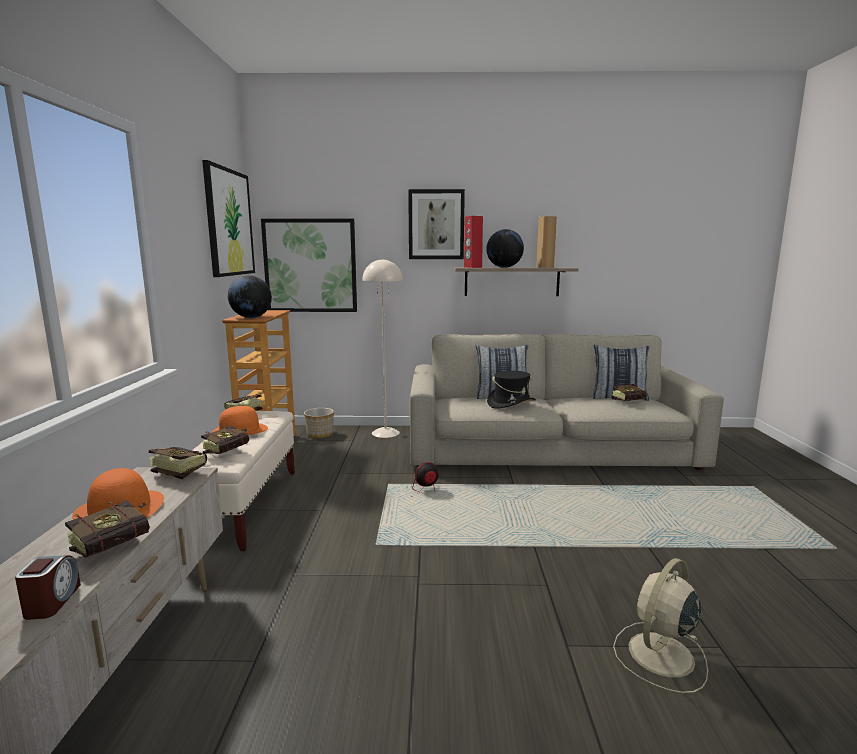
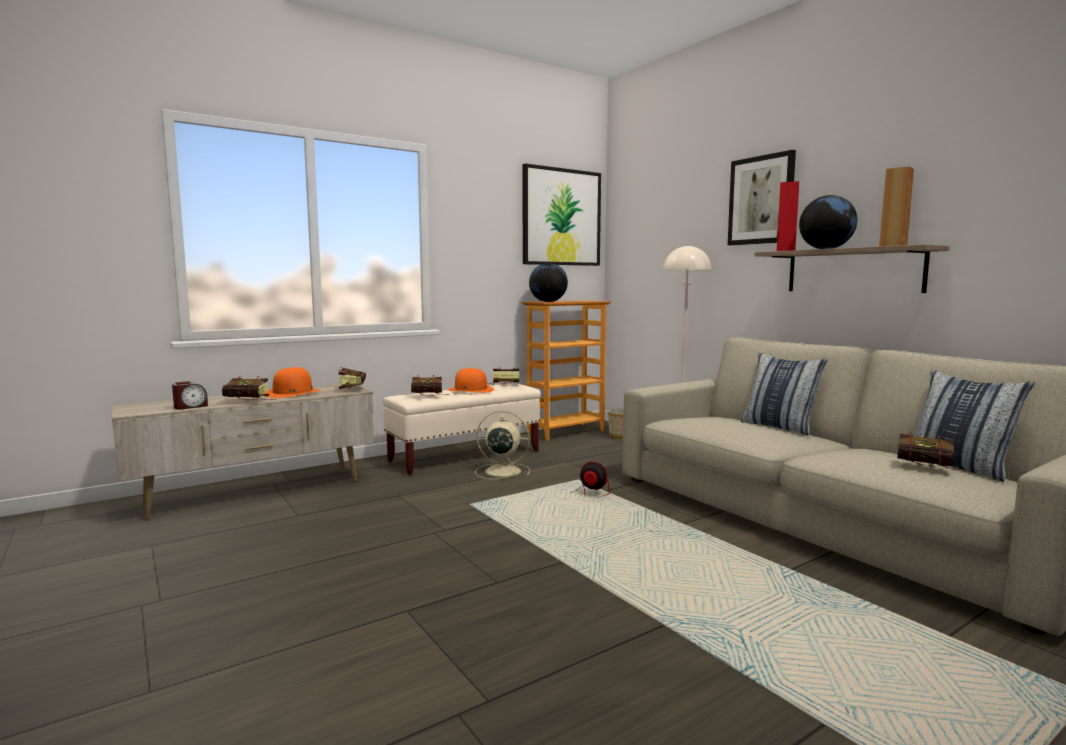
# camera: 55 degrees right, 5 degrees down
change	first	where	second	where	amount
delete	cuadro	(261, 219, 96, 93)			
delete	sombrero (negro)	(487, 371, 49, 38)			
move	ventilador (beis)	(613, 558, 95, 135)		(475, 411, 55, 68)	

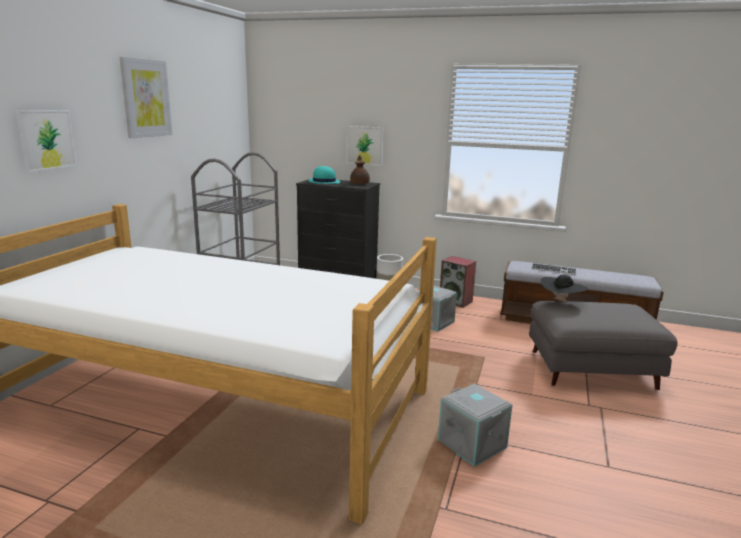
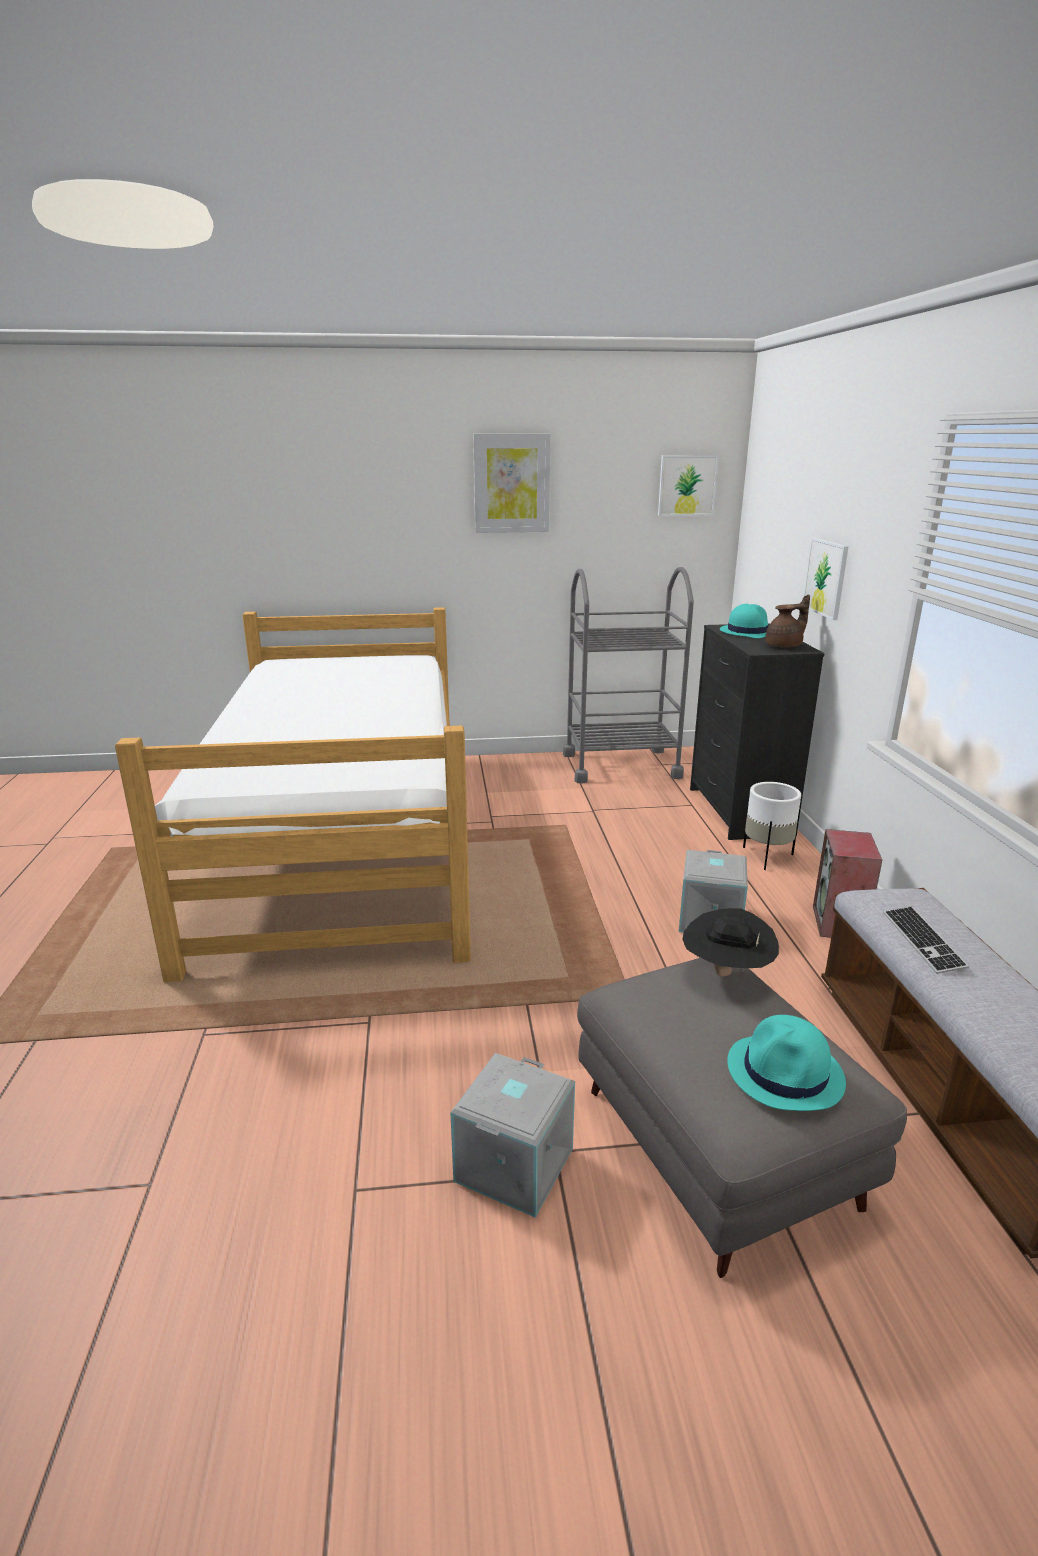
# camera: 65 degrees right, 5 degrees up
change	first	where	second	where	amount
move	cuadro	(15, 110, 62, 62)		(658, 455, 61, 61)	
move	caja de almacenaje (gris)	(438, 384, 74, 83)		(450, 1053, 125, 165)	
insert			sombrero (turquesa)	(727, 1015, 119, 96)	

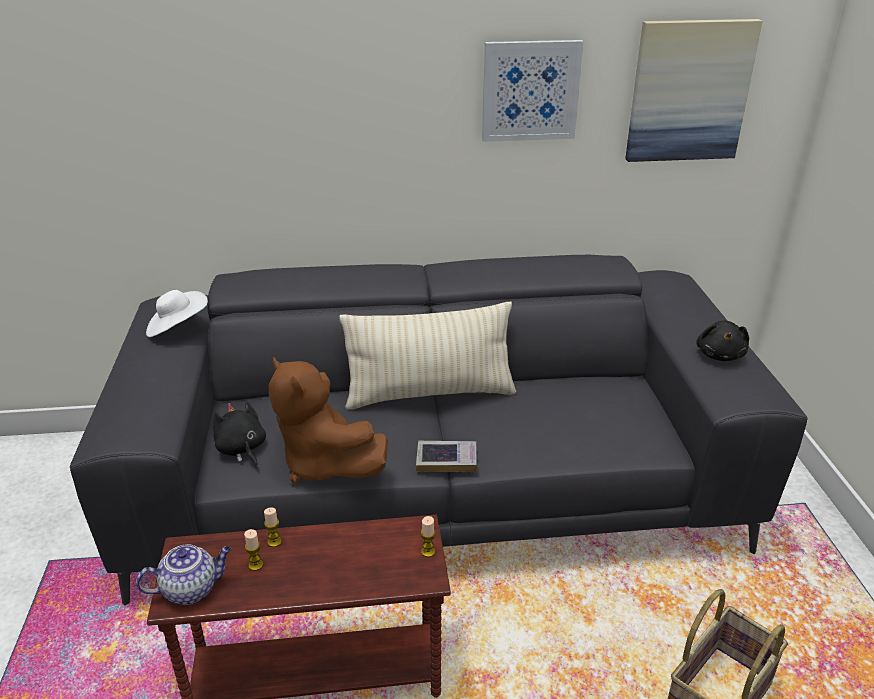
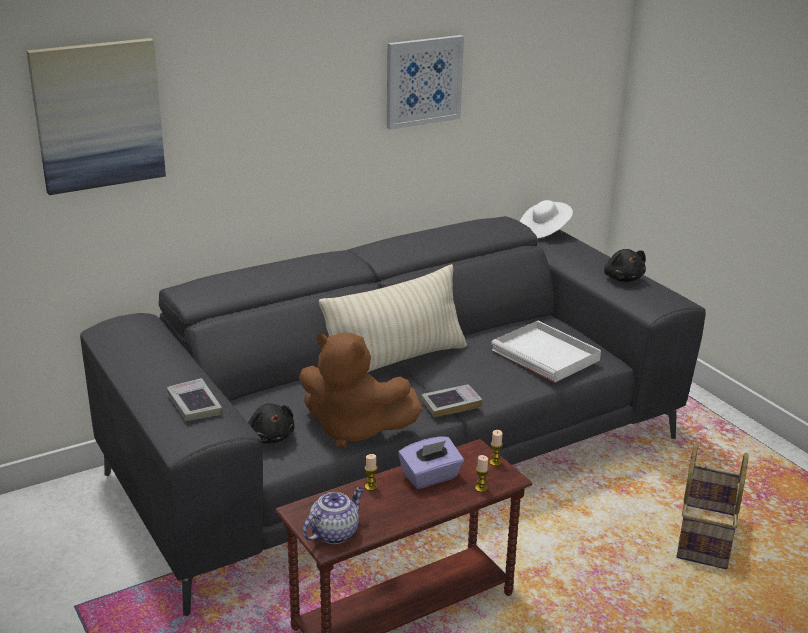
# camera: 25 degrees left, 5 degrees down
change	first	where	second	where	amount
move	cuadro	(625, 19, 138, 143)		(26, 38, 140, 157)	
move	sombrero (blanco)	(146, 290, 62, 47)		(519, 200, 54, 38)	
rotate	peluche (negro)	(213, 401, 53, 67)		(248, 403, 47, 40)	150 degrees counterclockwise
move	vela	(244, 529, 19, 42)		(475, 455, 14, 37)	
insert			bandeja (blanco)	(491, 321, 110, 62)	
insert			libro	(167, 378, 55, 43)	
insert			caja de pañuelos (morado)	(398, 436, 66, 53)	

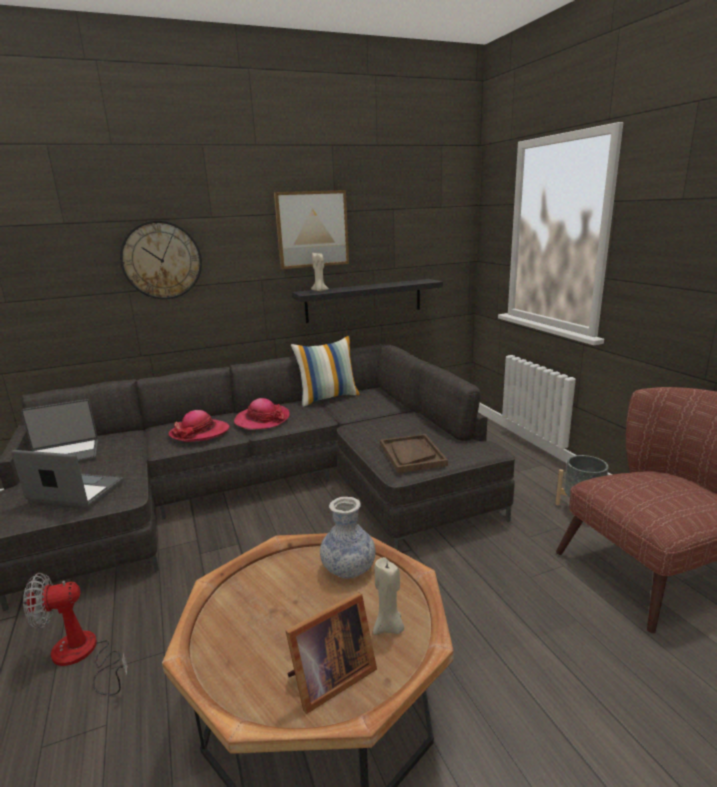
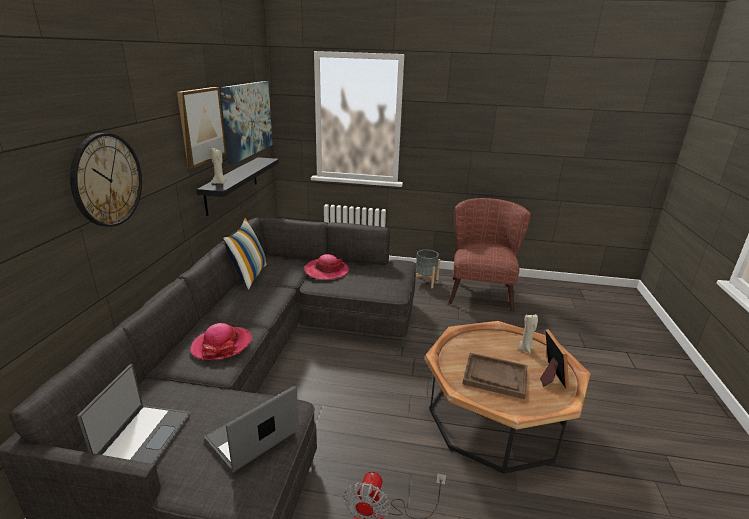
# camera: 60 degrees left, 5 degrees up
change	first	where	second	where	amount
move	sombrero	(234, 398, 56, 32)		(305, 254, 44, 26)	
move	bandeja (marrón)	(380, 434, 68, 39)		(463, 353, 64, 46)	
delete	florero	(320, 497, 56, 82)			
insert			cuadro	(220, 81, 53, 84)	

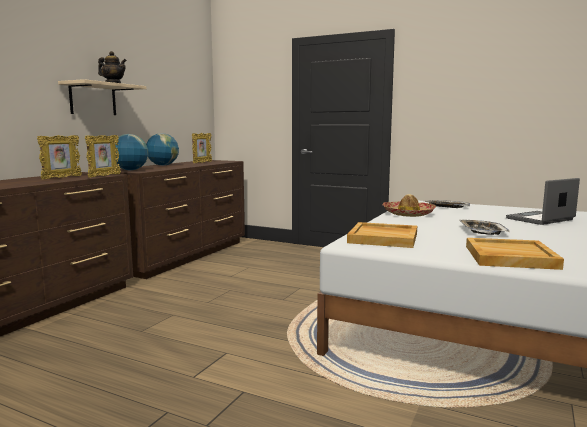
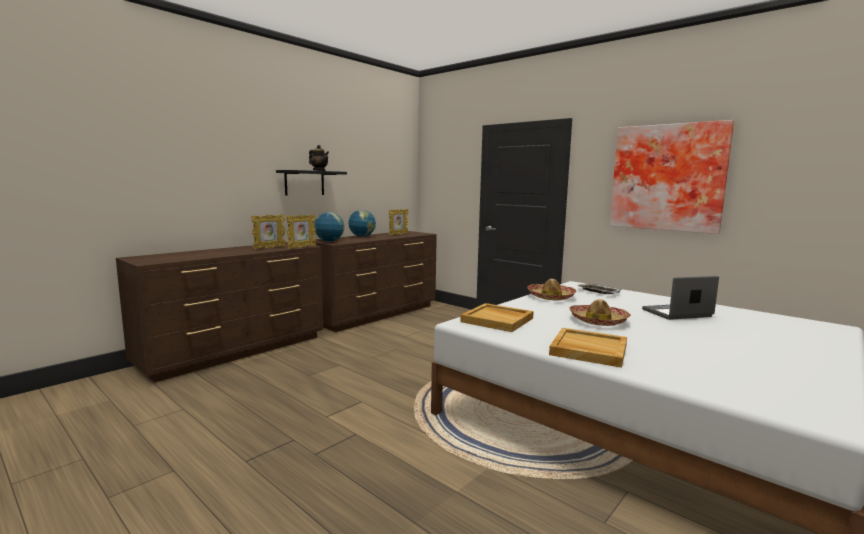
# camera: 15 degrees right, 0 degrees up
change	first	where	second	where	amount
recolor	estante (beis)	(58, 79, 88, 36)	estante (negro)	(276, 170, 71, 25)	
replace	bandeja	(459, 220, 51, 15)	sombrero	(570, 299, 61, 27)	
insert			cuadro	(610, 120, 124, 114)	

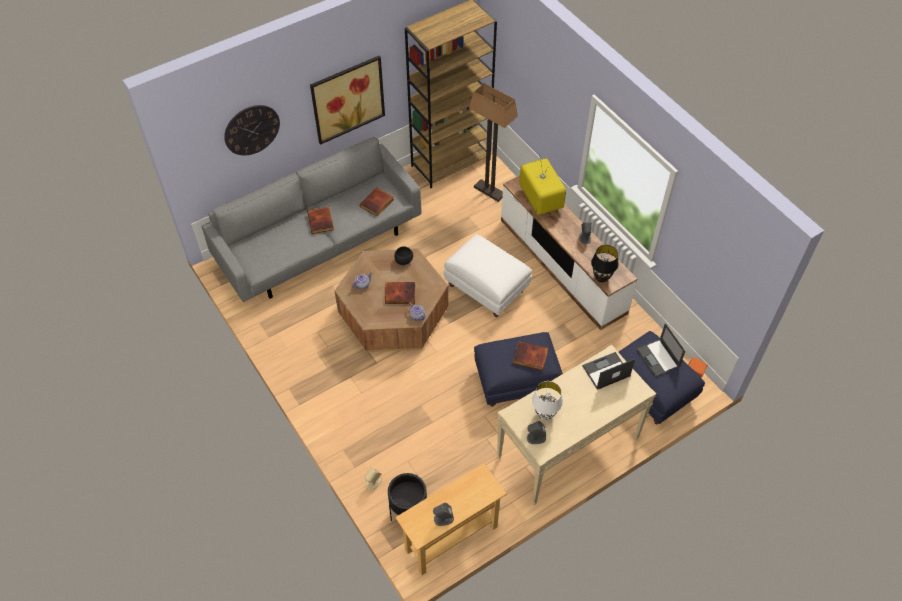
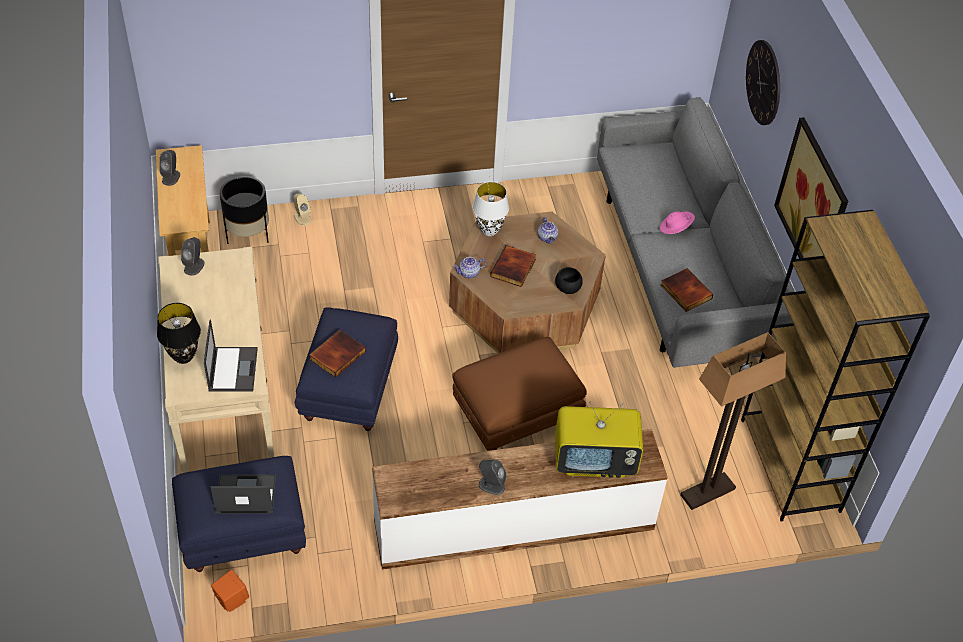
# camera: 110 degrees right, 5 degrees down
change	first	where	second	where	amount
replace	libro	(307, 207, 27, 27)	sombrero (rosa)	(660, 211, 35, 23)	
recolor	puf (blanco)	(444, 234, 88, 83)	puf (marrón)	(452, 337, 135, 114)	
move	lámpara de mesa (negro)	(591, 245, 28, 37)		(157, 303, 44, 61)	
move	lámpara de mesa (blanco)	(532, 381, 31, 39)		(472, 182, 37, 54)	

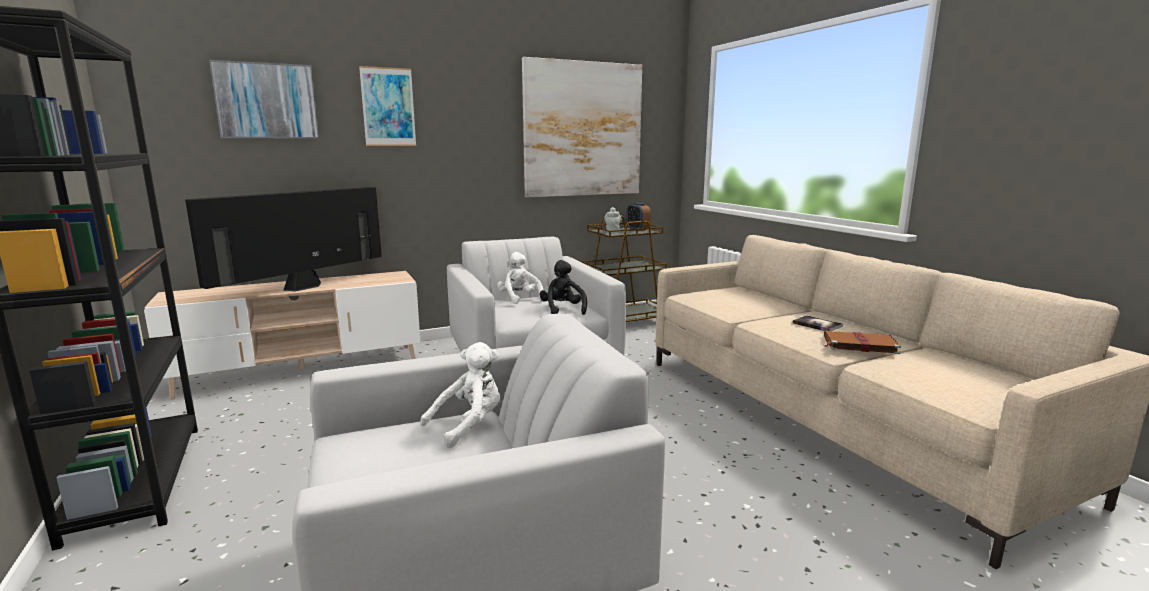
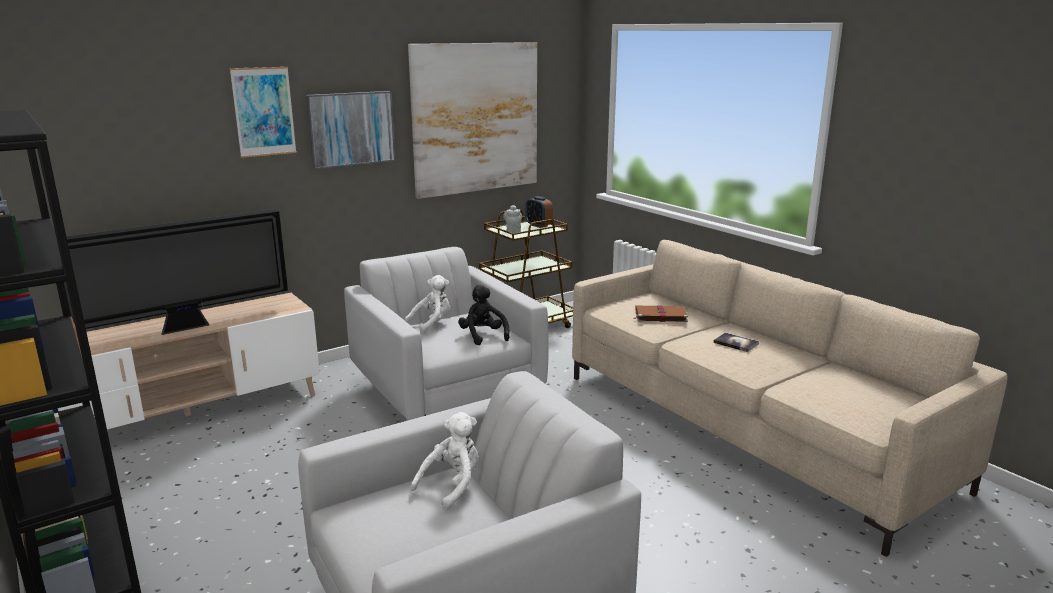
# camera: 10 degrees left, 5 degrees up
change	first	where	second	where	amount
move	cuadro	(209, 60, 110, 79)		(306, 91, 90, 78)	
rotate	televisor	(185, 187, 197, 105)		(64, 209, 224, 126)	150 degrees counterclockwise
rotate	peluche (blanco)	(497, 252, 46, 52)		(405, 275, 45, 59)	90 degrees clockwise
move	libro (marrón)	(824, 331, 77, 23)		(634, 305, 54, 17)	

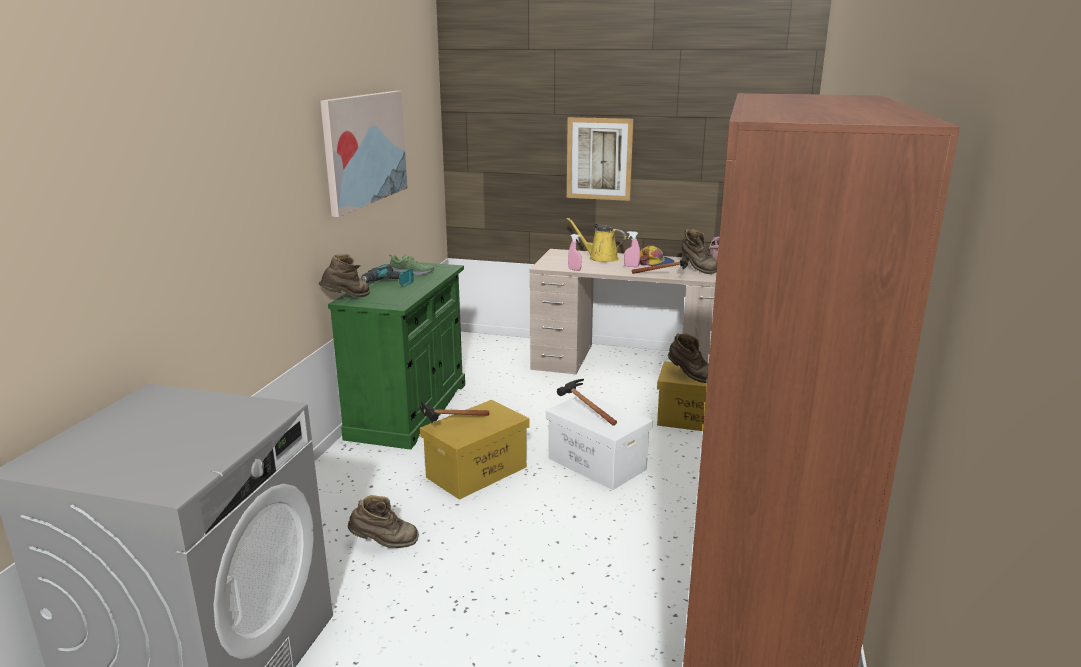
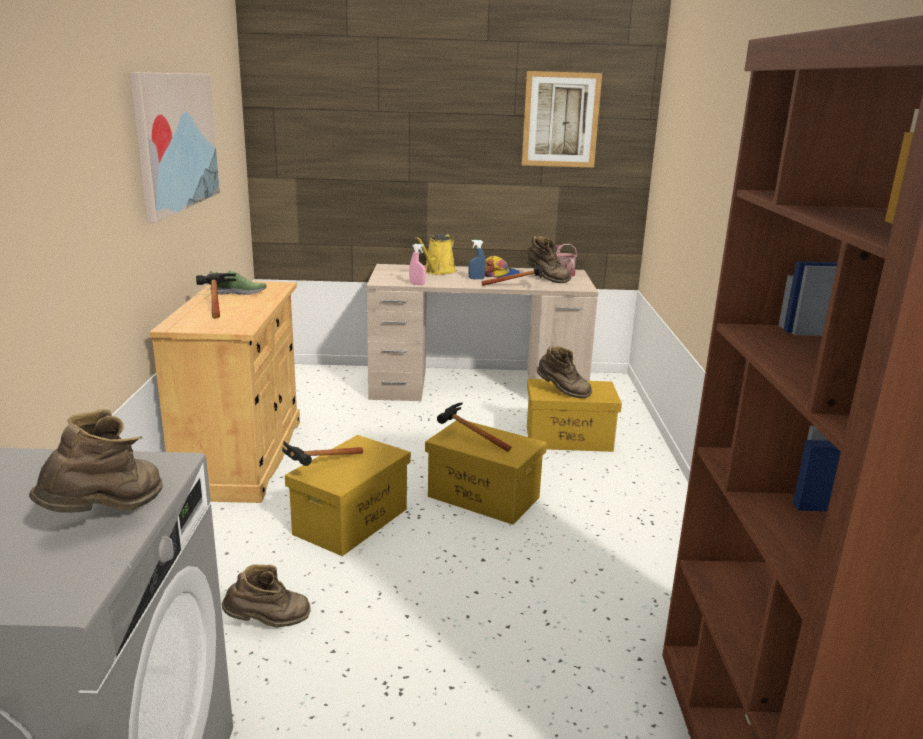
# camera: 15 degrees left, 0 degrees up
change	first	where	second	where	amount
move	cuadro	(567, 117, 67, 84)		(522, 71, 80, 97)	
rotate	regadera (amarillo)	(567, 218, 59, 44)		(416, 234, 40, 41)	75 degrees counterclockwise
recolor	pulverizador (rosa)	(624, 231, 16, 36)	pulverizador (azul)	(468, 240, 18, 39)	
move	bota (marrón)	(319, 254, 51, 43)		(29, 409, 134, 104)	
recolor	armario (verde)	(328, 262, 137, 187)	armario (beis)	(149, 281, 151, 222)	
replace	taladro	(361, 264, 52, 22)	martillo	(196, 273, 40, 45)	
recolor	caja de almacenaje (blanco)	(546, 393, 107, 97)	caja de almacenaje (amarillo)	(425, 420, 122, 105)	

